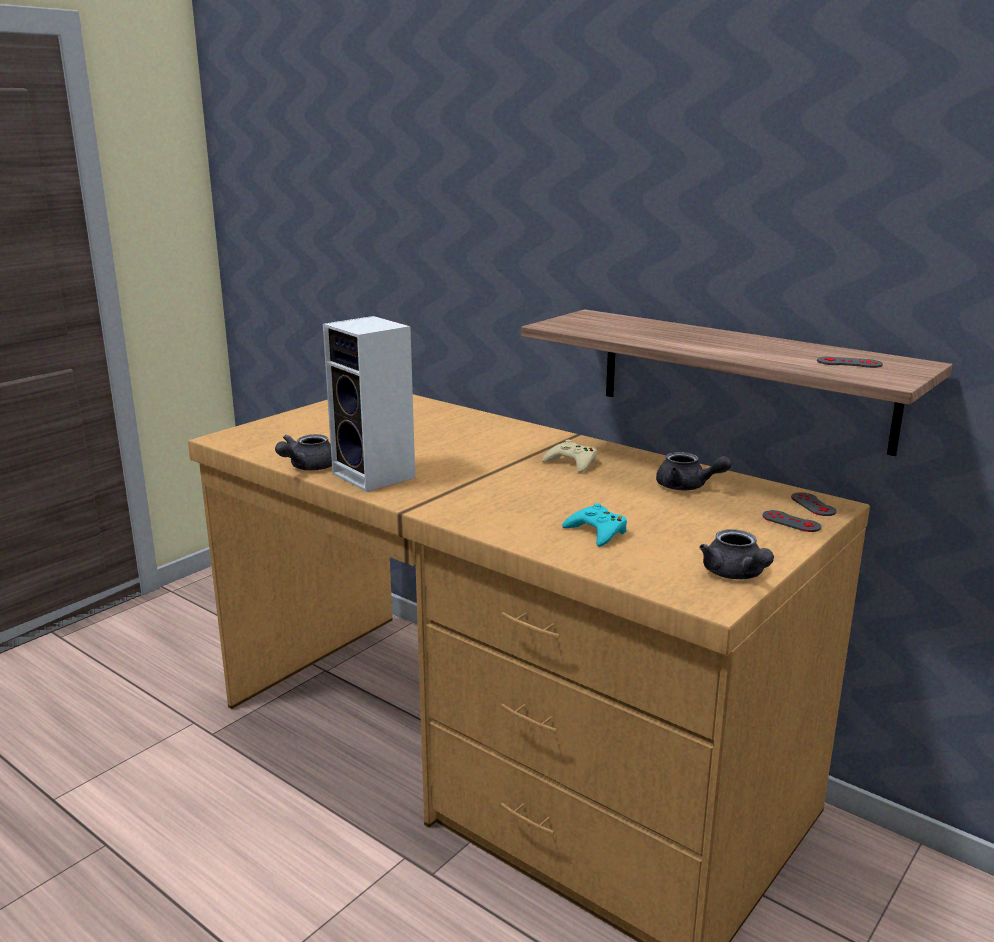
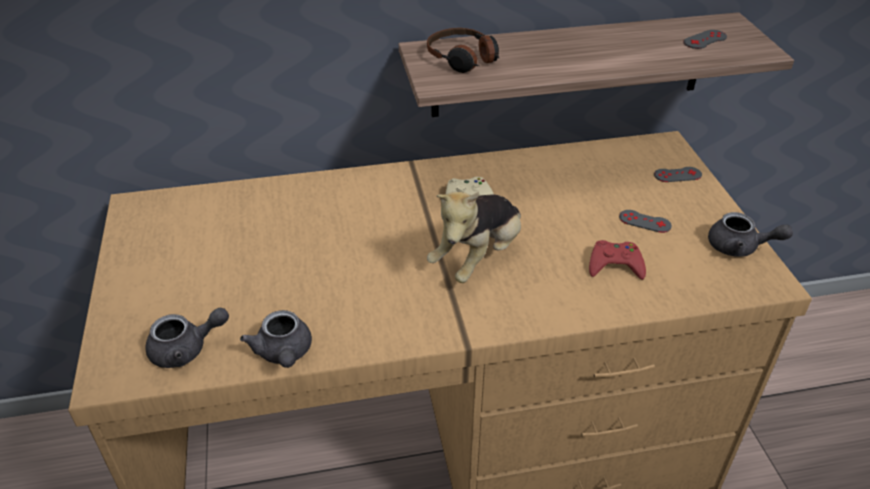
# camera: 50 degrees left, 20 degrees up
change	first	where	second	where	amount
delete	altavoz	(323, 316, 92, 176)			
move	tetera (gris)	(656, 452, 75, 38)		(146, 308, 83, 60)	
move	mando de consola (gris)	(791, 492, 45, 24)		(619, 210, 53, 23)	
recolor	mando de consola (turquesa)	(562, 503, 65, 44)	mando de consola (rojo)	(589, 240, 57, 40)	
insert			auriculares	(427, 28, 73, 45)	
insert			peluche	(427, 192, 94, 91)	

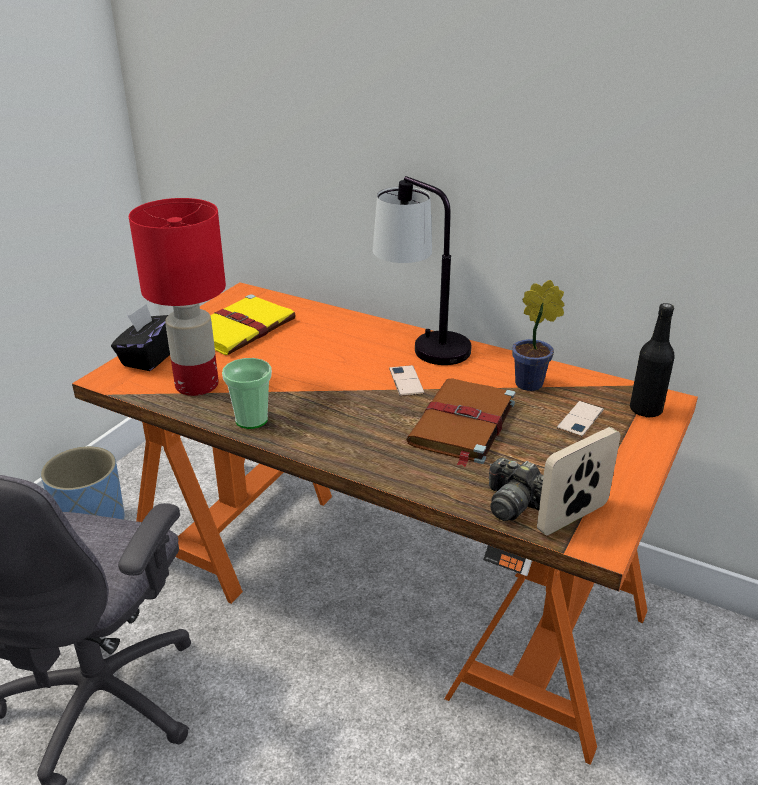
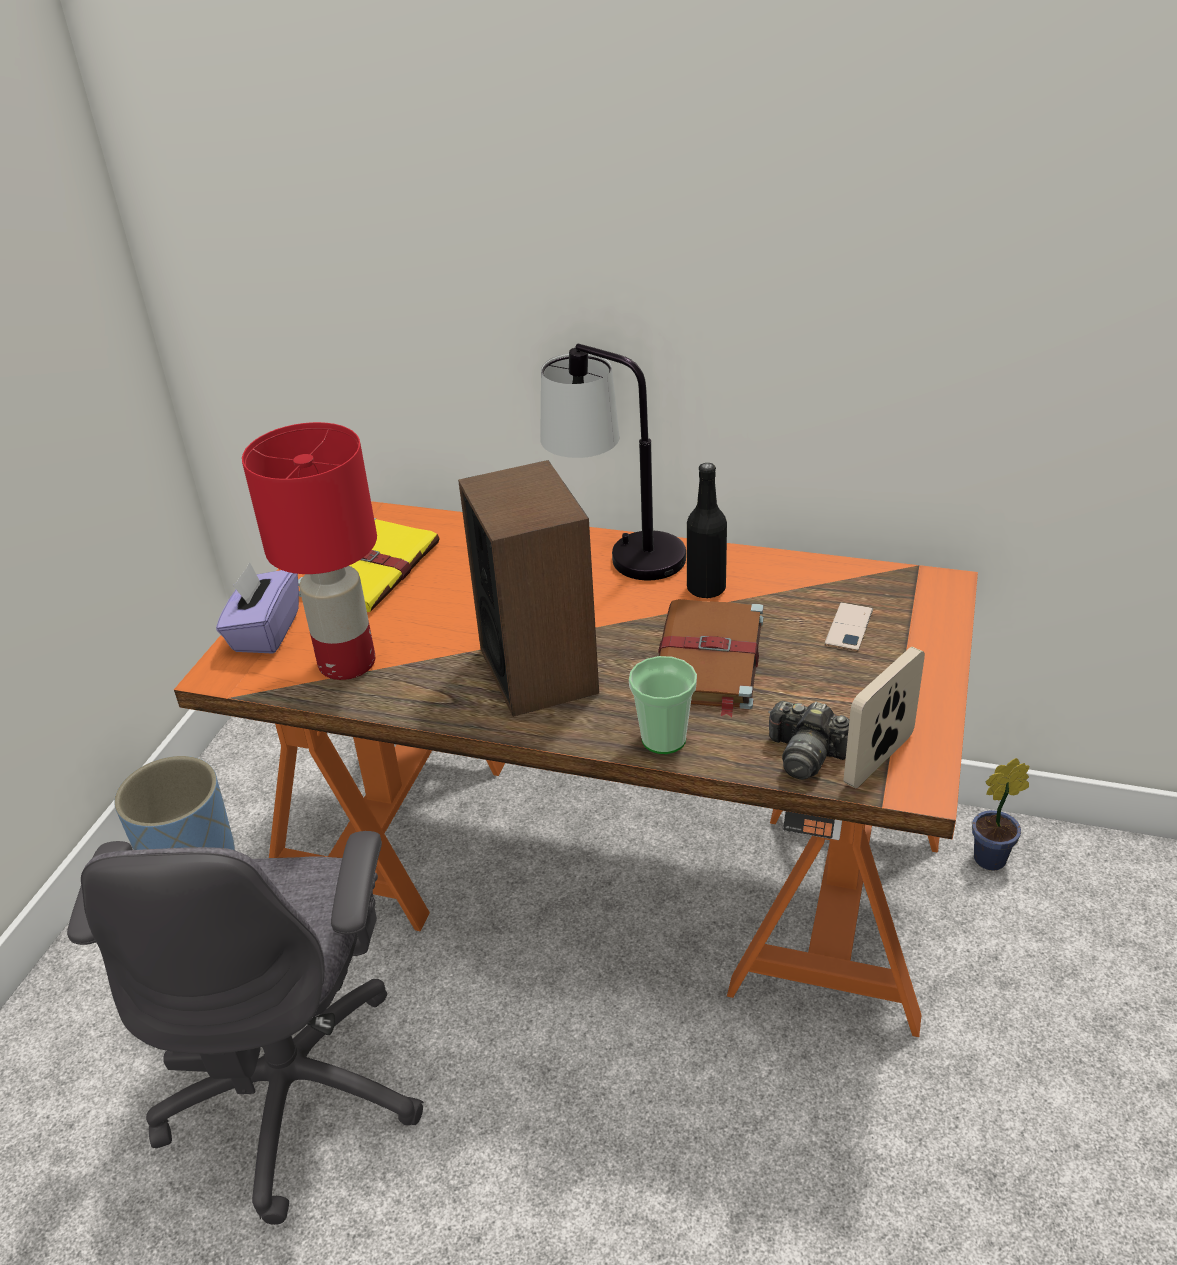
# camera: 10 degrees left, 5 degrees up
change	first	where	second	where	amount
move	planta en maceta	(512, 280, 53, 111)		(972, 758, 57, 113)	
move	botella (negro)	(630, 303, 45, 114)		(687, 463, 40, 136)	
recolor	caja de pañuelos (negro)	(111, 304, 59, 67)	caja de pañuelos (morado)	(216, 562, 83, 91)	
move	taza	(222, 358, 50, 71)		(629, 656, 68, 98)	
delete	móvil	(389, 365, 35, 31)			
insert			altavoz	(458, 460, 141, 257)	

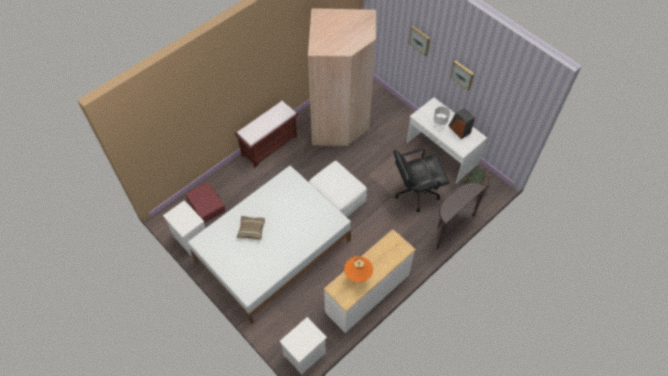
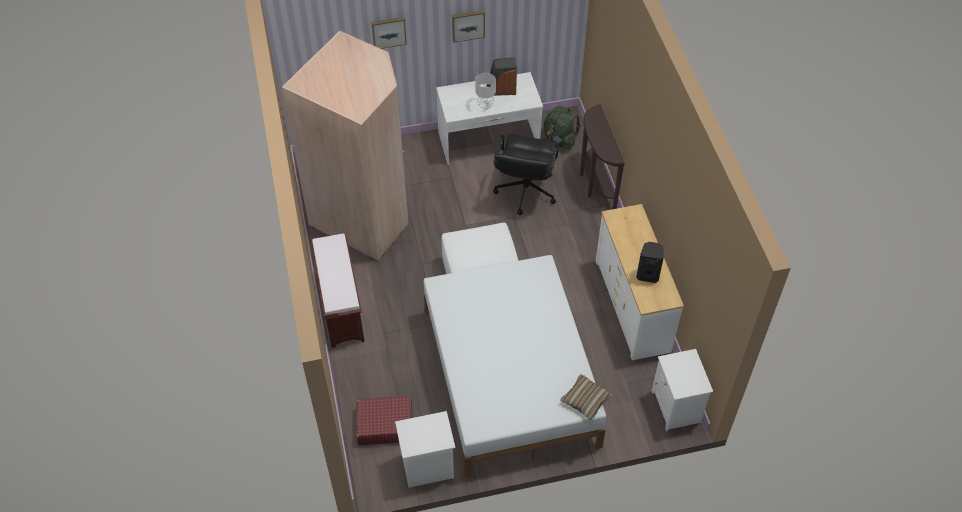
# camera: 60 degrees left, 5 degrees down
change	first	where	second	where	amount
move	cojín	(237, 216, 28, 24)		(560, 375, 52, 46)	
replace	lámpara de mesa (naranja)	(344, 256, 29, 26)	altavoz (negro)	(636, 242, 28, 41)	

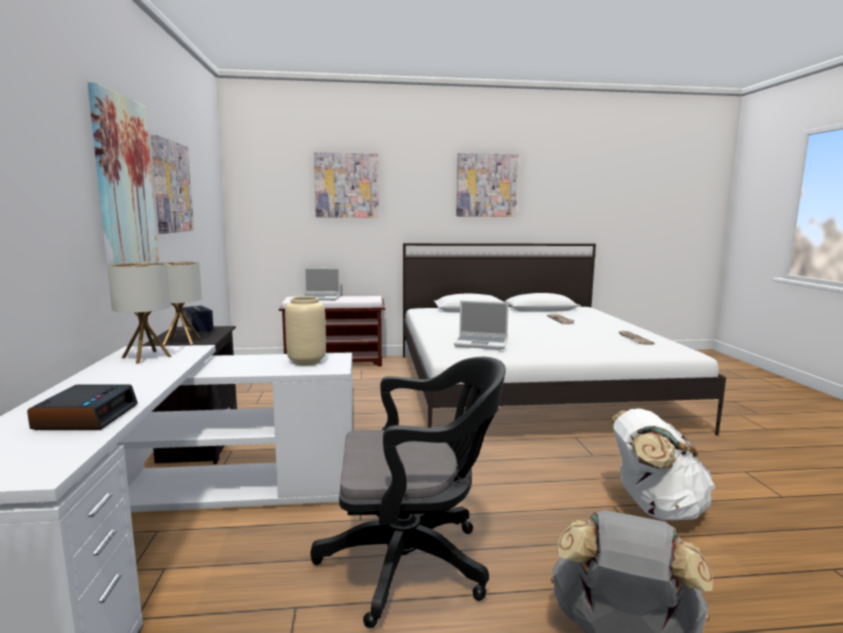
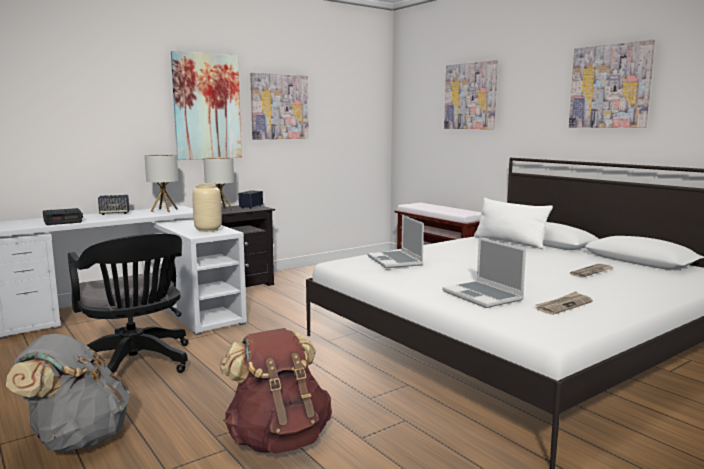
# camera: 60 degrees right, 0 degrees up
change	first	where	second	where	amount
move	portátil	(302, 268, 38, 33)		(442, 237, 84, 71)	
recolor	mochila (blanco)	(611, 409, 104, 111)	mochila (marrón)	(220, 328, 112, 126)	
insert			altavoz	(98, 195, 31, 20)	
insert			cojín (blanco)	(474, 198, 79, 51)	

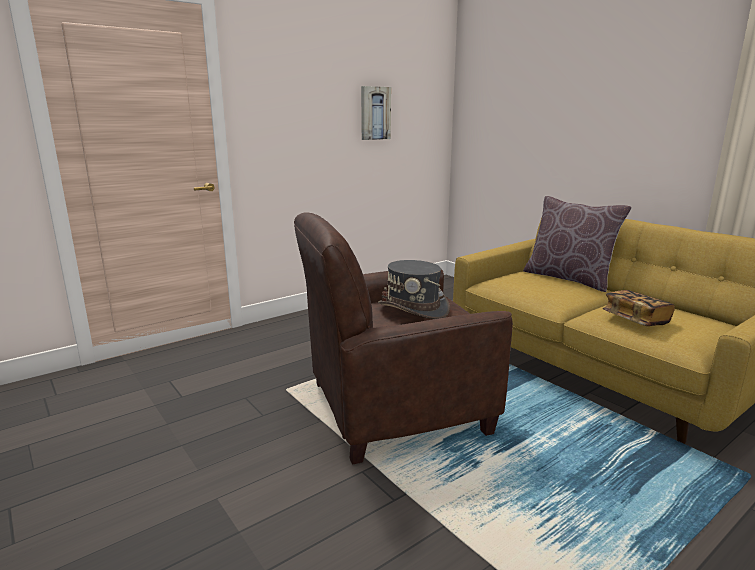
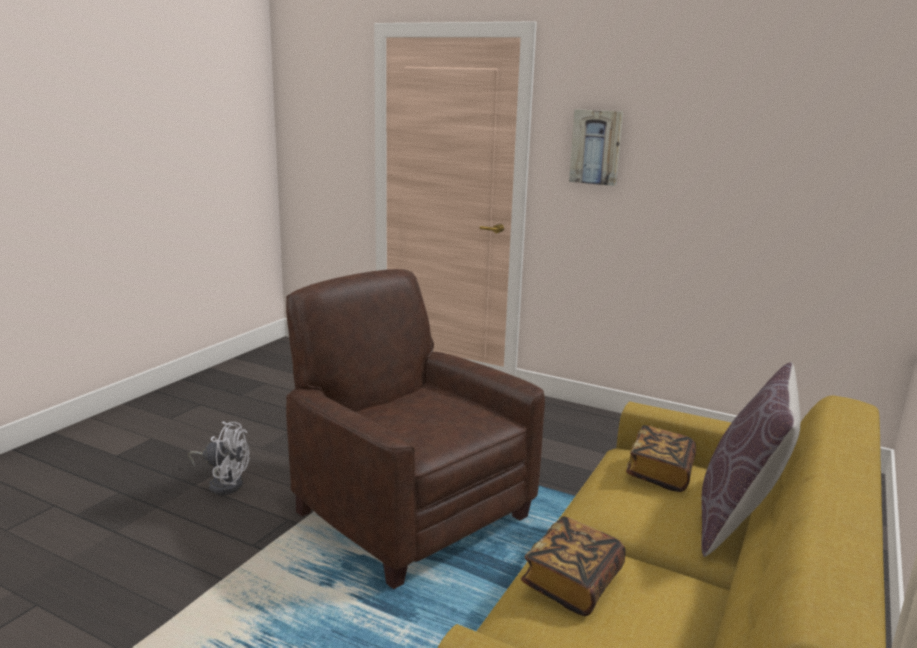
# camera: 65 degrees right, 0 degrees up
change	first	where	second	where	amount
move	cuadro	(361, 86, 30, 54)		(569, 109, 54, 77)	
delete	sombrero (gris)	(378, 260, 72, 59)			
insert			ventilador (blanco)	(188, 421, 61, 74)	
insert			libro	(626, 425, 70, 67)	

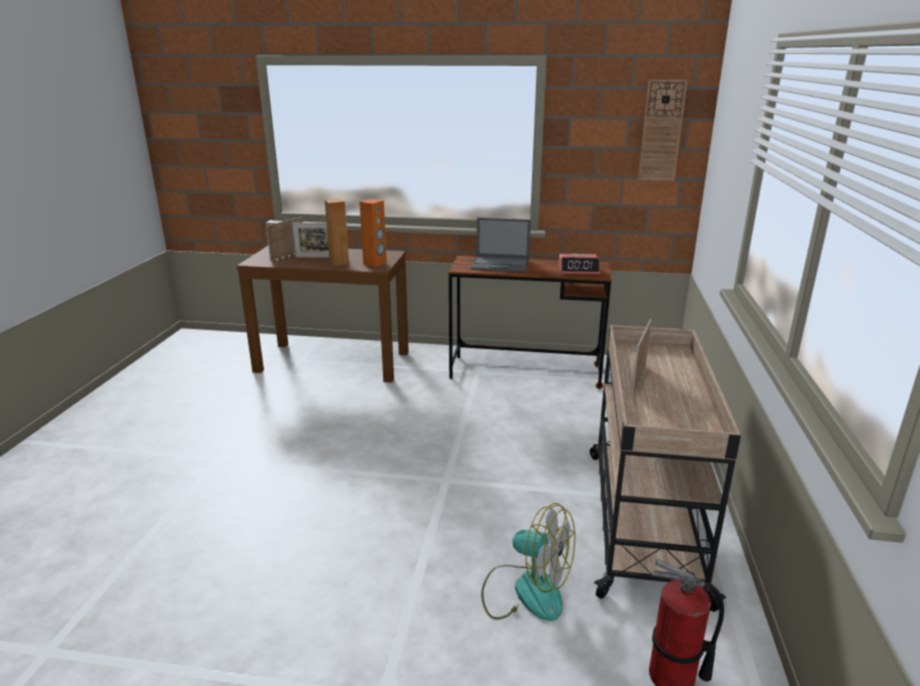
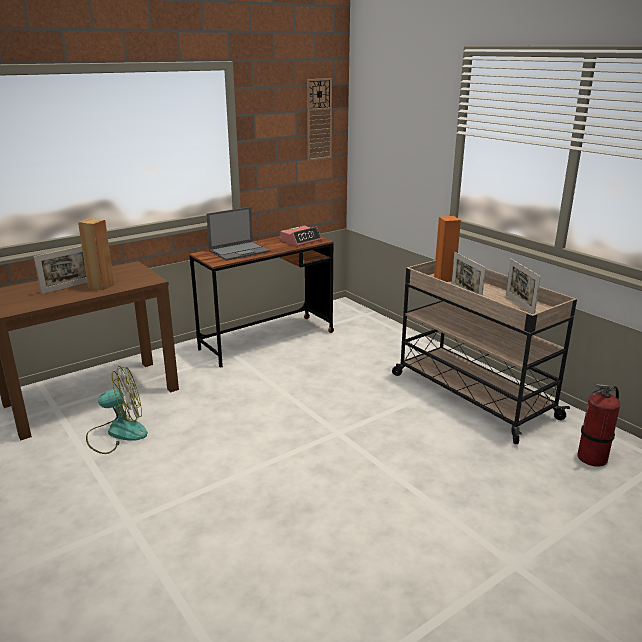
# camera: 45 degrees left, 0 degrees up
change	first	where	second	where	amount
move	altavoz (naranja)	(360, 199, 27, 68)		(434, 216, 27, 66)	
move	portarretratos	(266, 216, 37, 45)		(506, 259, 35, 55)	
move	ventilador	(481, 503, 94, 118)		(86, 366, 62, 88)	

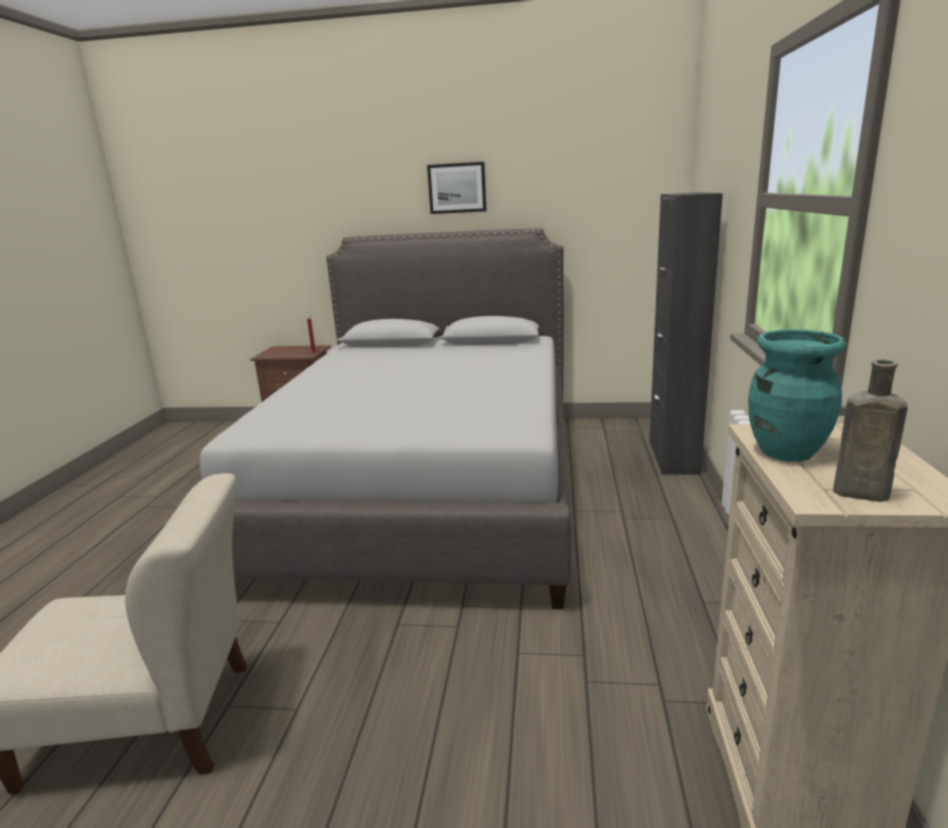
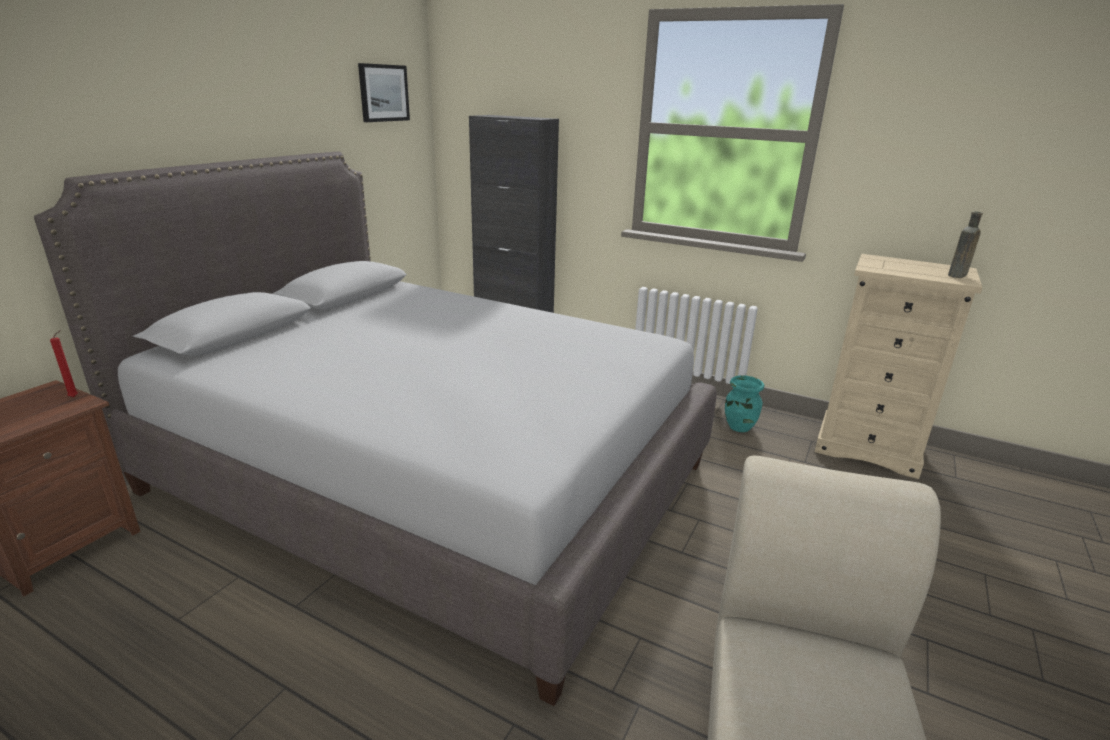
# camera: 70 degrees left, 5 degrees up
change	first	where	second	where	amount
move	cuadro	(427, 162, 59, 52)		(358, 63, 52, 59)	
move	florero (turquesa)	(748, 329, 98, 133)		(725, 375, 39, 57)	

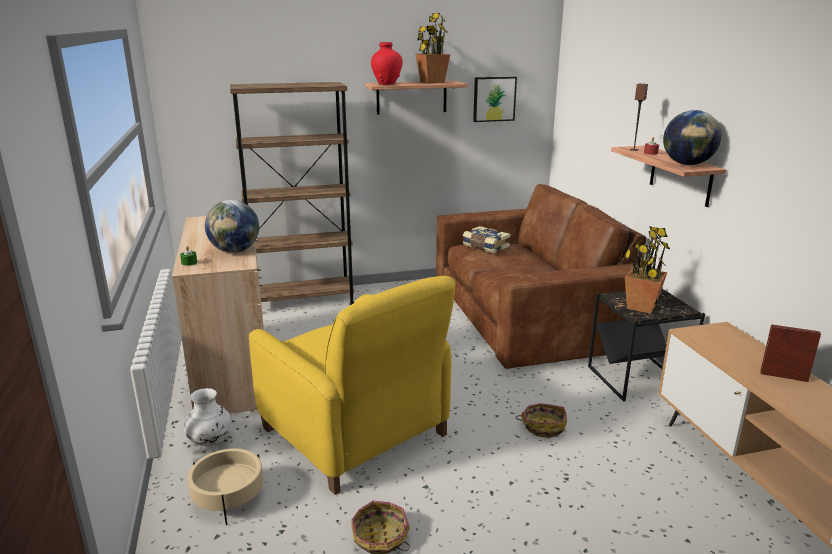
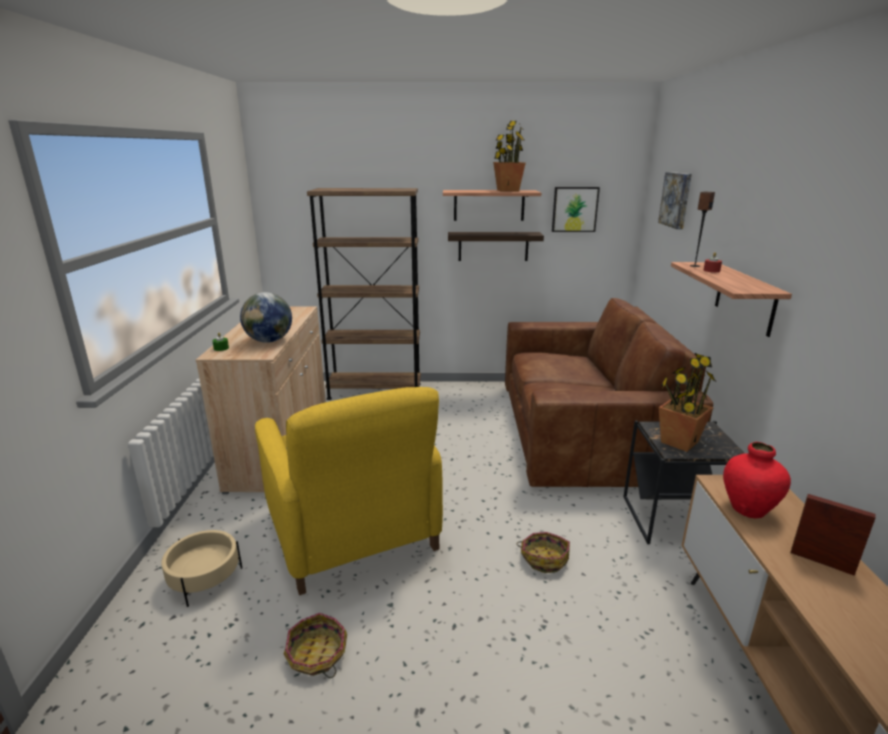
# camera: 15 degrees right, 0 degrees up
change	first	where	second	where	amount
move	florero (rojo)	(371, 42, 32, 43)		(723, 442, 68, 76)	
delete	globo terráqueo	(663, 110, 58, 55)			
delete	libro	(463, 226, 47, 27)			
delete	florero (blanco)	(184, 388, 47, 58)			
insert			cuadro	(658, 172, 34, 57)	
insert			estante	(448, 232, 96, 29)	

